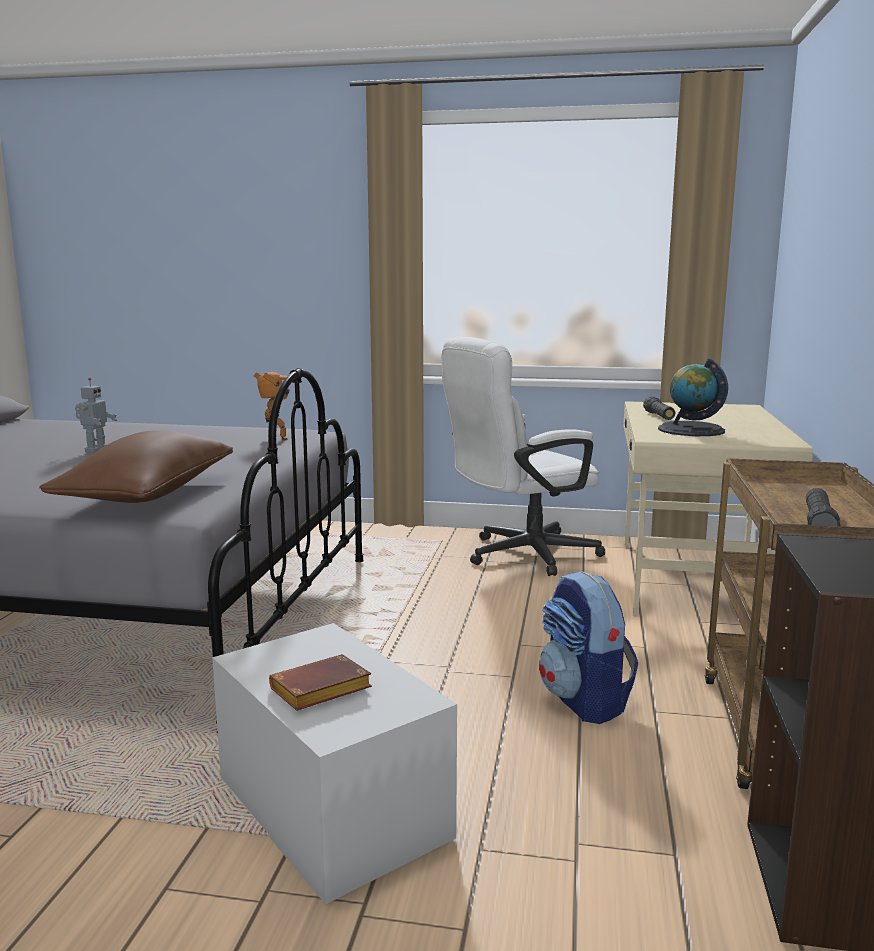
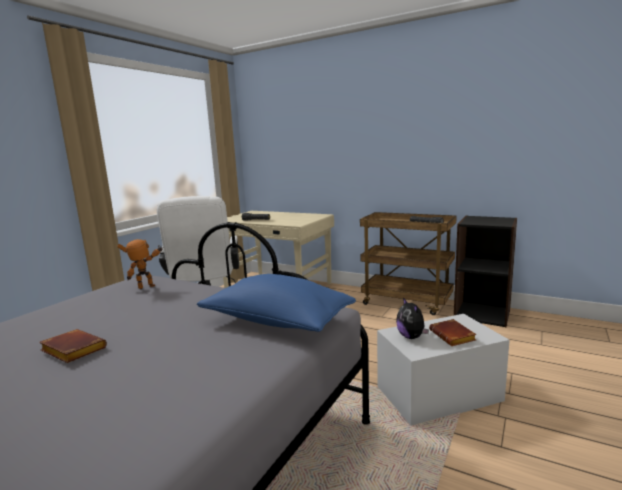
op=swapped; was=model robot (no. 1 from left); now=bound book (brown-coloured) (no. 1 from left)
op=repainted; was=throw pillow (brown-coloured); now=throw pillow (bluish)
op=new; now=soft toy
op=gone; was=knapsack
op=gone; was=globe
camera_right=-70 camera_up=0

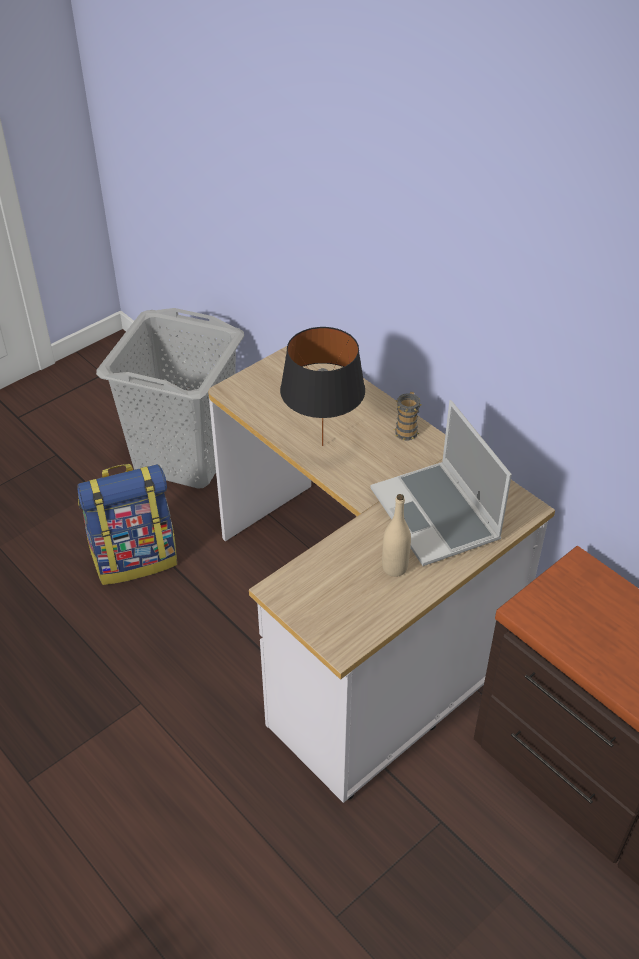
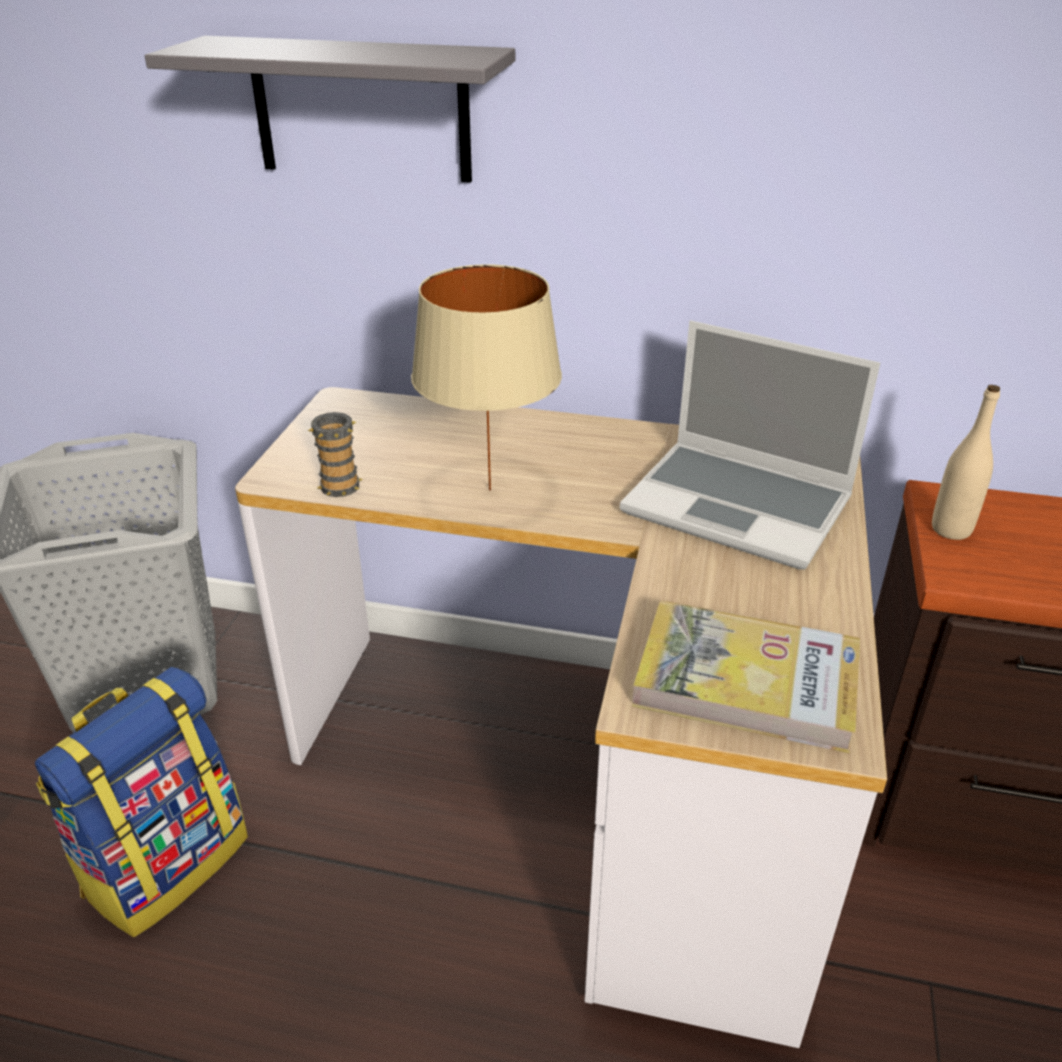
op=new; now=wall shelf (grey)
op=shifted; was=mug
op=repainted; was=lamp for a table (blackish); now=lamp for a table (sand-coloured)
op=new; now=bound book
op=shifted; was=beverage bottle (sand-coloured)
camera_right=-35 camera_up=-10

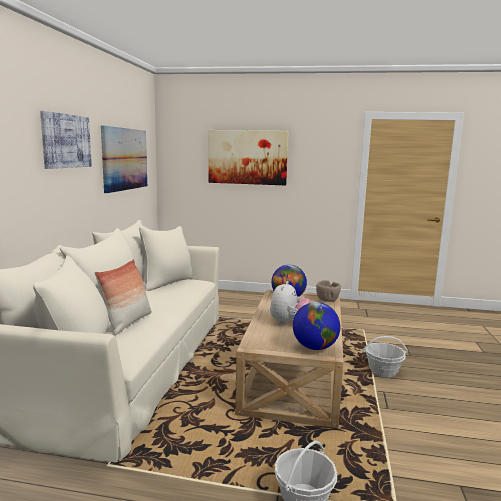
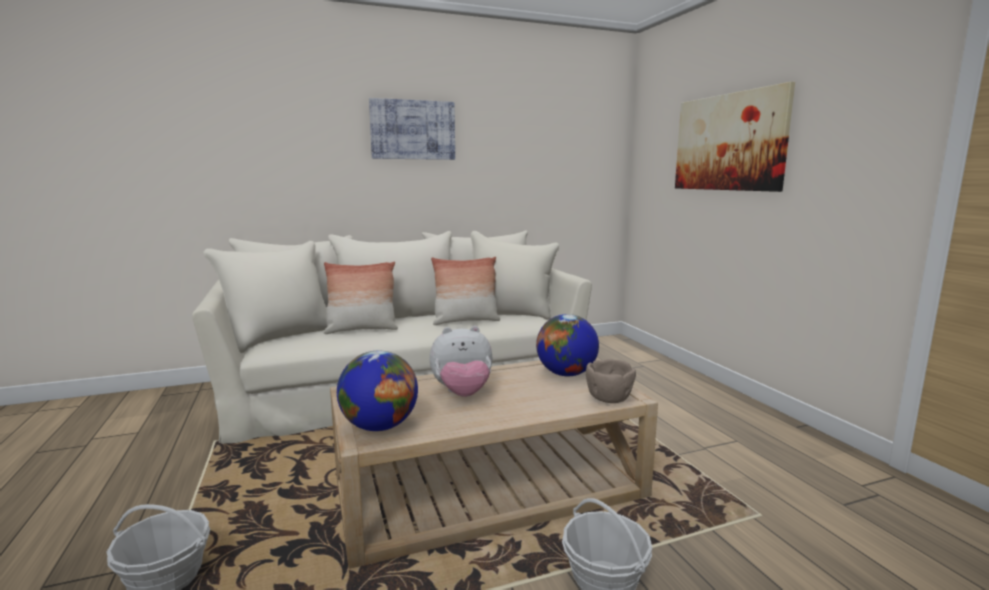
op=new; now=throw pillow (no. 2 from left)
op=gone; was=picture (no. 2 from left)
camera_right=60 camera_up=0

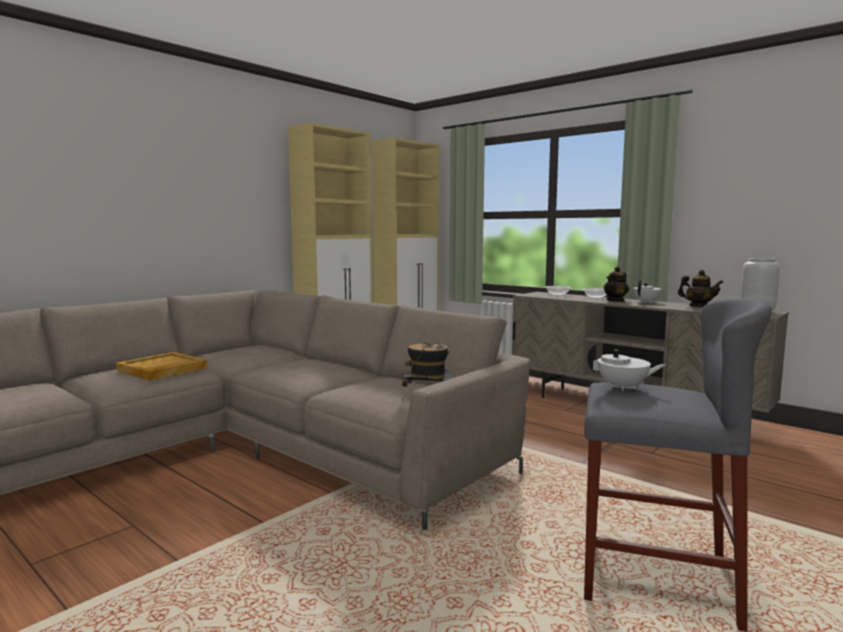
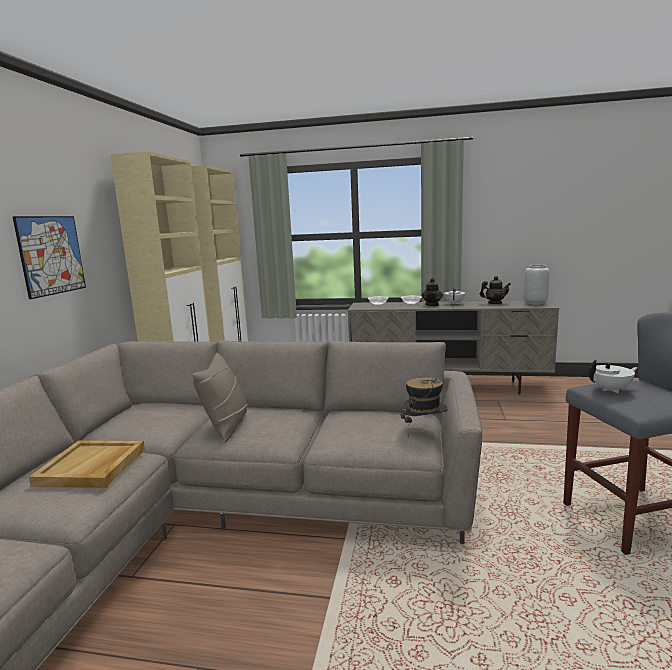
op=new; now=picture
op=new; now=throw pillow (sand-coloured)
camera_right=-30 camera_up=5

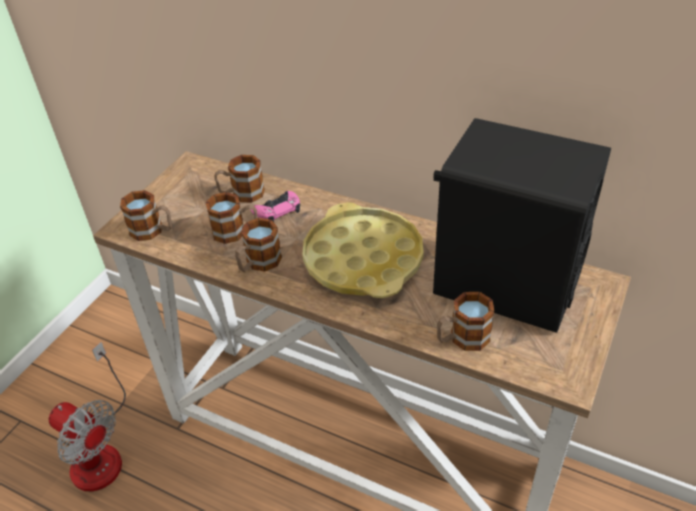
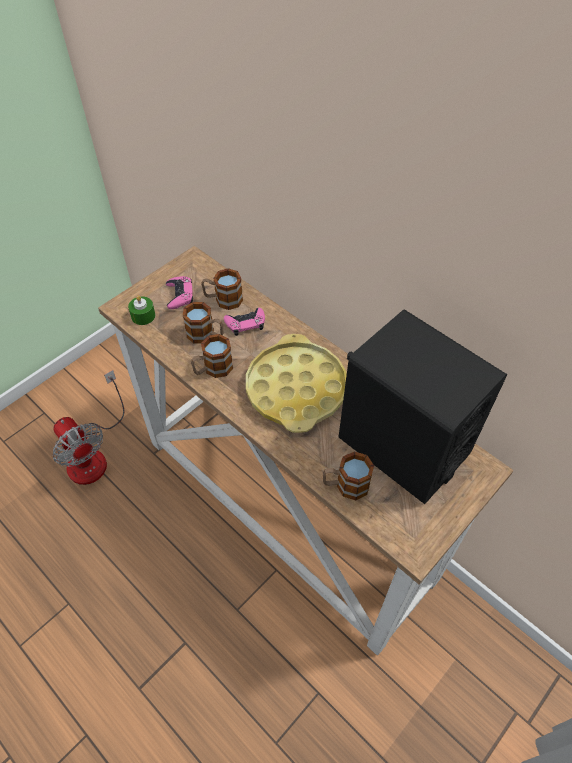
op=swapped; was=mug (no. 1 from left); now=wax light (greenish)
op=new; now=gamepad (pinkish) (no. 1 from left)
camera_right=15 camera_up=10

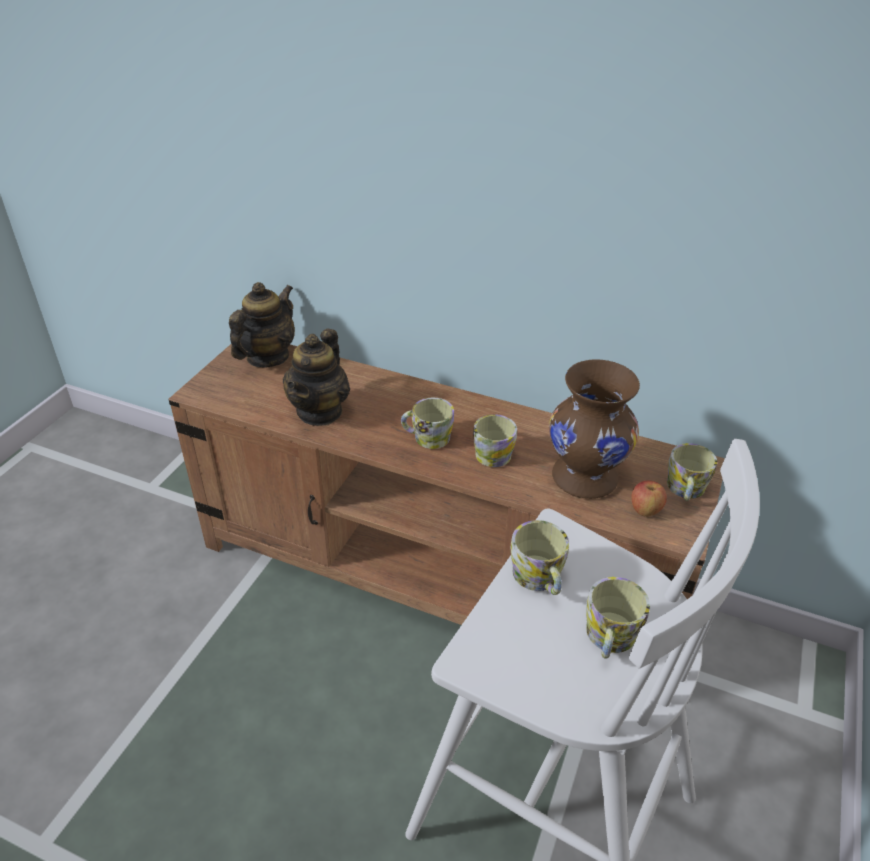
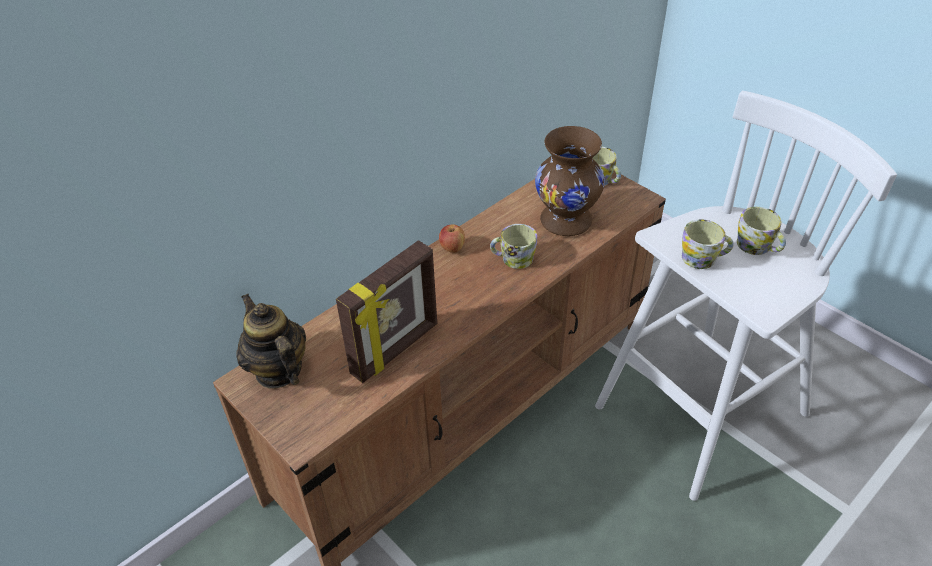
op=swapped; was=pot for tea (no. 2 from left); now=picture frame
op=shifted; was=apple fruit
op=gone; was=mug (no. 1 from left)
camera_right=-65 camera_up=5

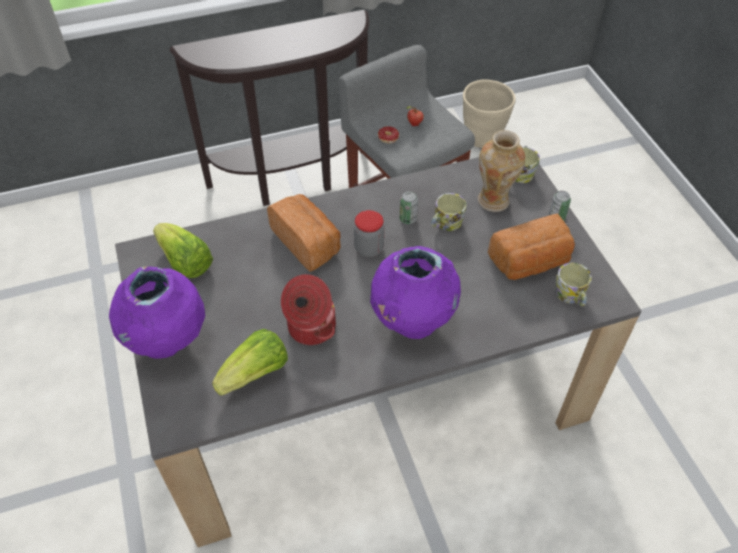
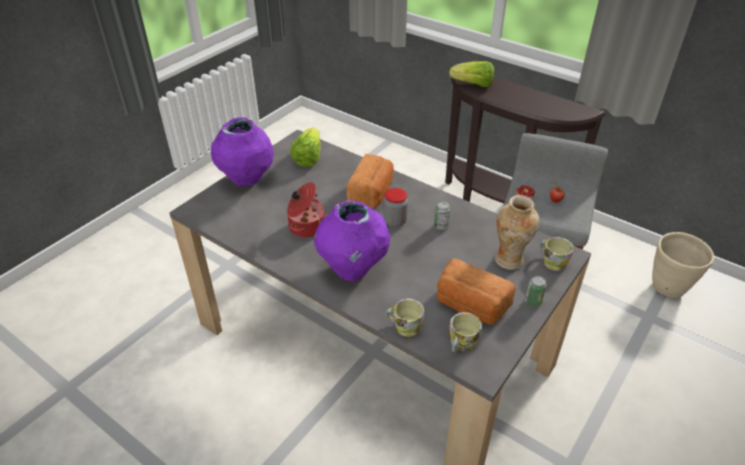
op=shifted; was=mug (no. 1 from left)
op=shifted; was=lettuce head (no. 2 from left)
camera_right=55 camera_up=-10

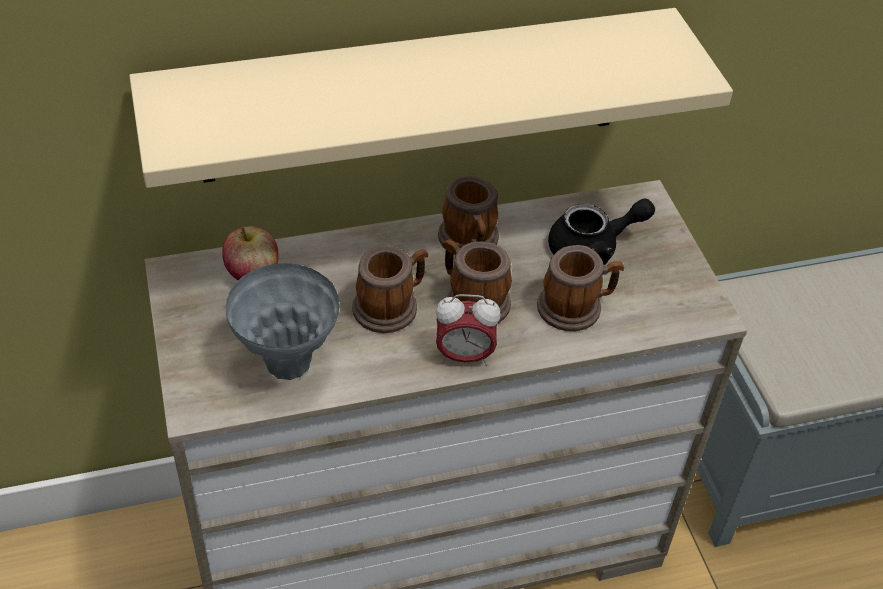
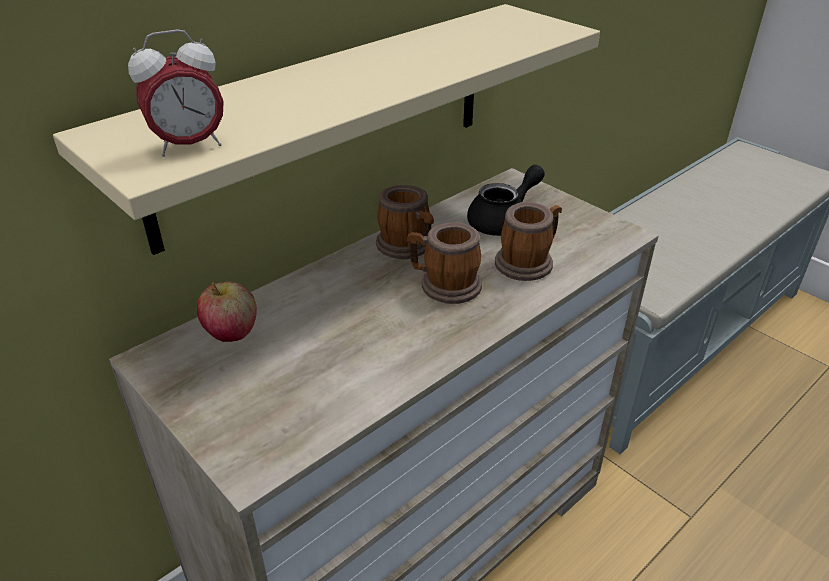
op=shifted; was=alarm clock
op=gone; was=decorative vase (grey)
op=gone; was=mug (no. 1 from left)
camera_right=-25 camera_up=-10

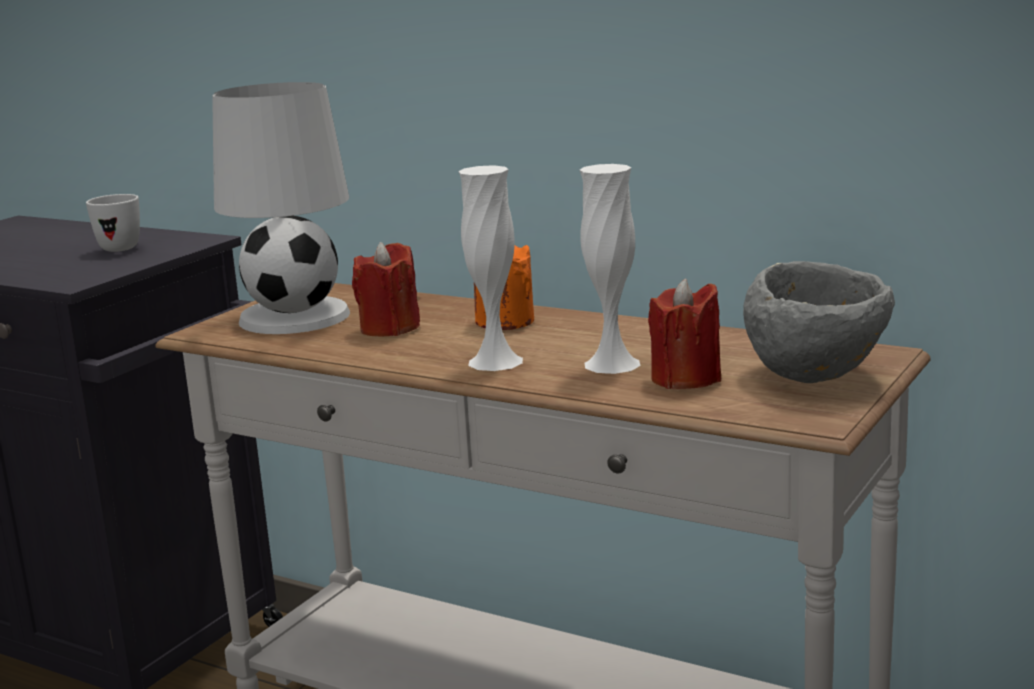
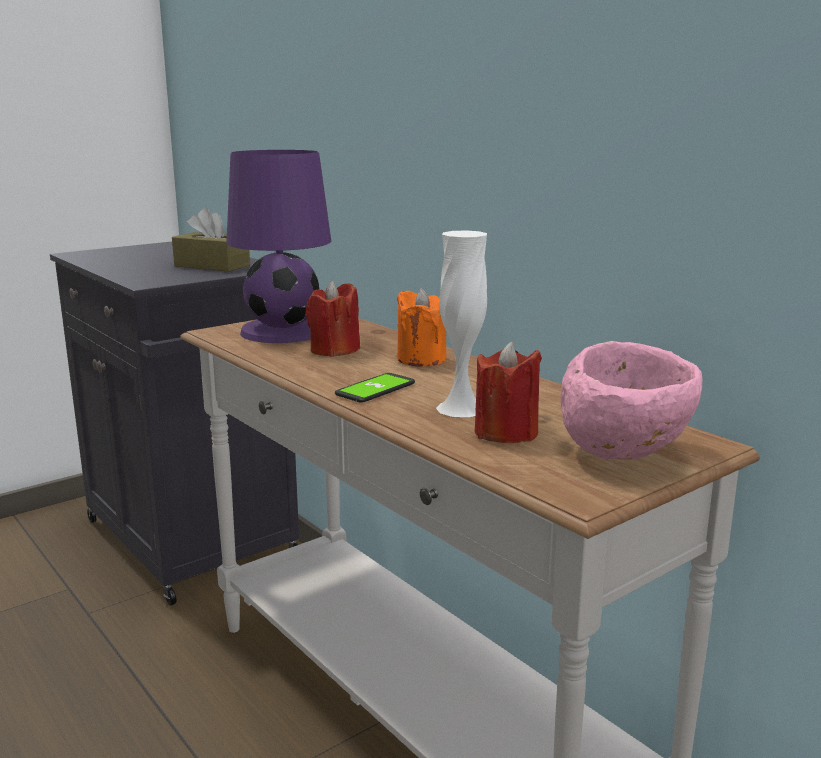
op=swapped; was=mug (white); now=tissue box (brown-coloured)
op=repainted; was=lamp for a table (white); now=lamp for a table (purple)
op=swapped; was=decorative vase (white) (no. 1 from left); now=telephone
op=repainted; was=deep dish (grey); now=deep dish (pinkish)
camera_right=20 camera_up=0

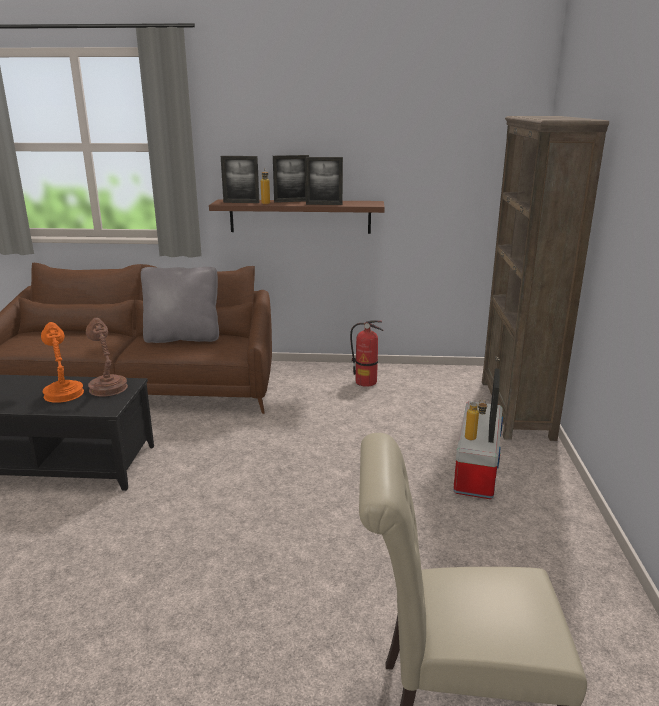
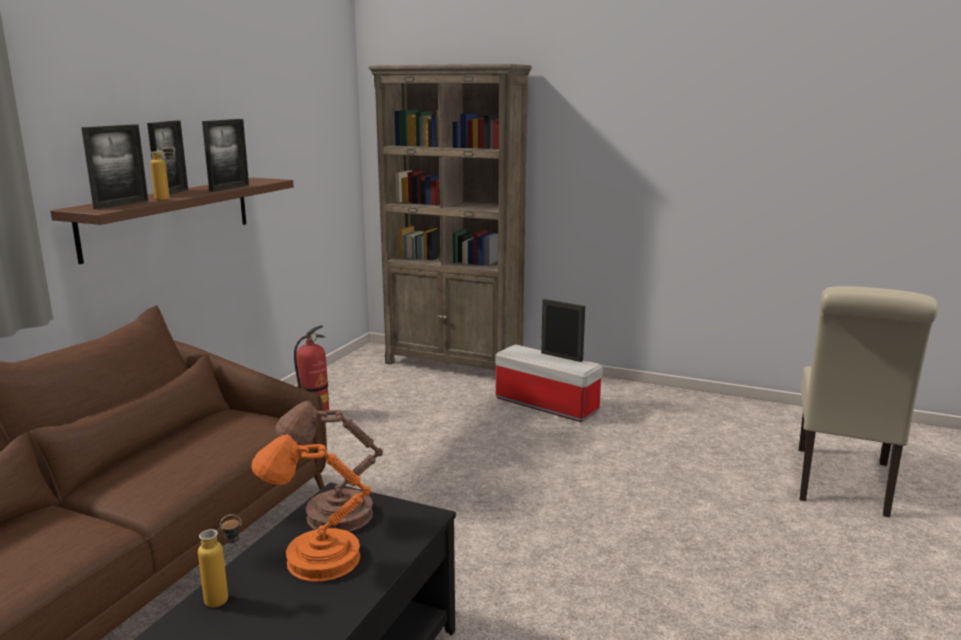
op=shifted; was=beverage bottle (no. 2 from left)
op=gone; was=throw pillow (grey)
camera_right=-70 camera_up=-5

